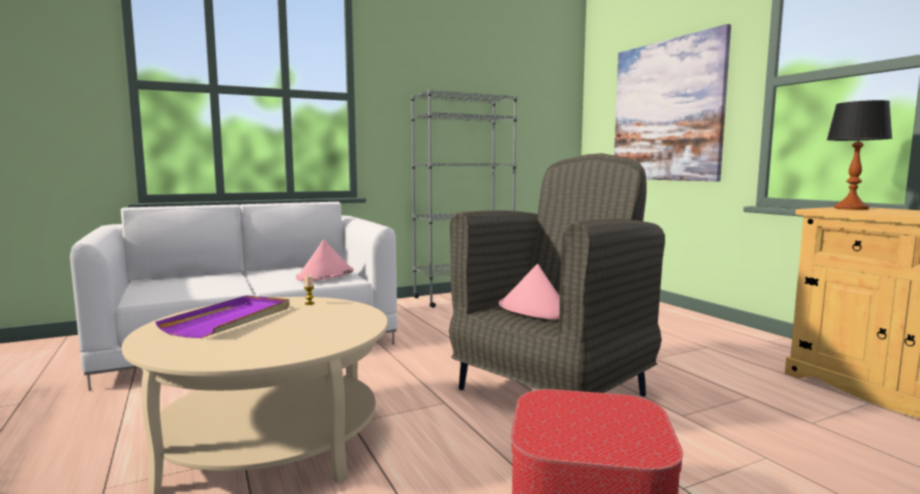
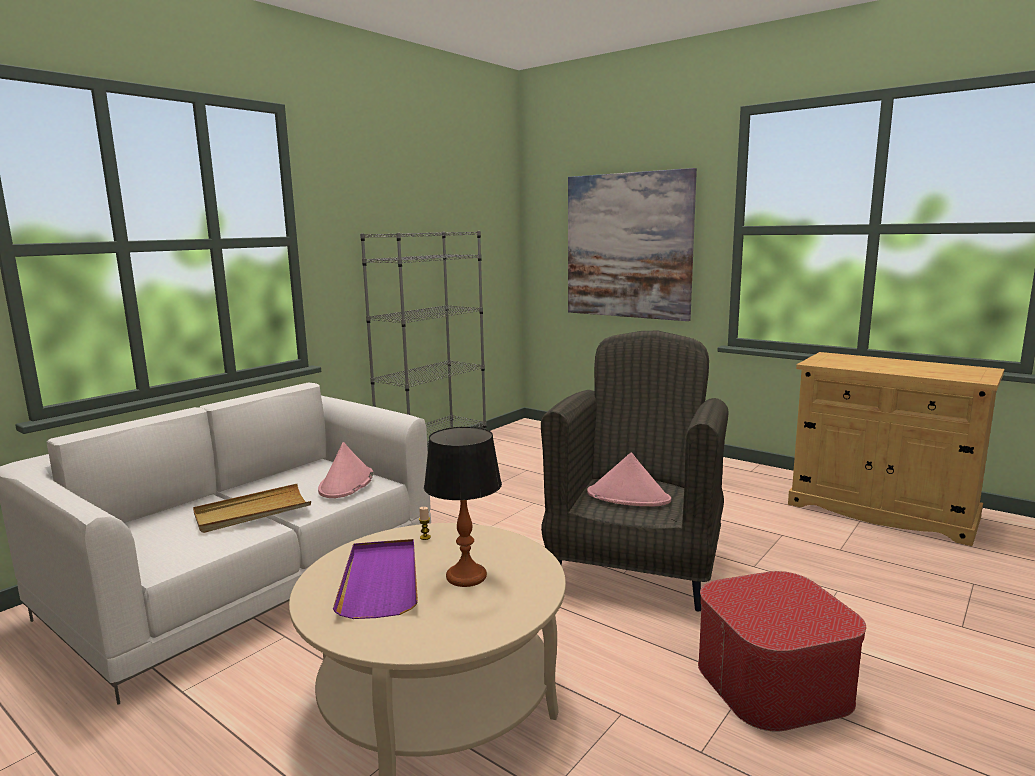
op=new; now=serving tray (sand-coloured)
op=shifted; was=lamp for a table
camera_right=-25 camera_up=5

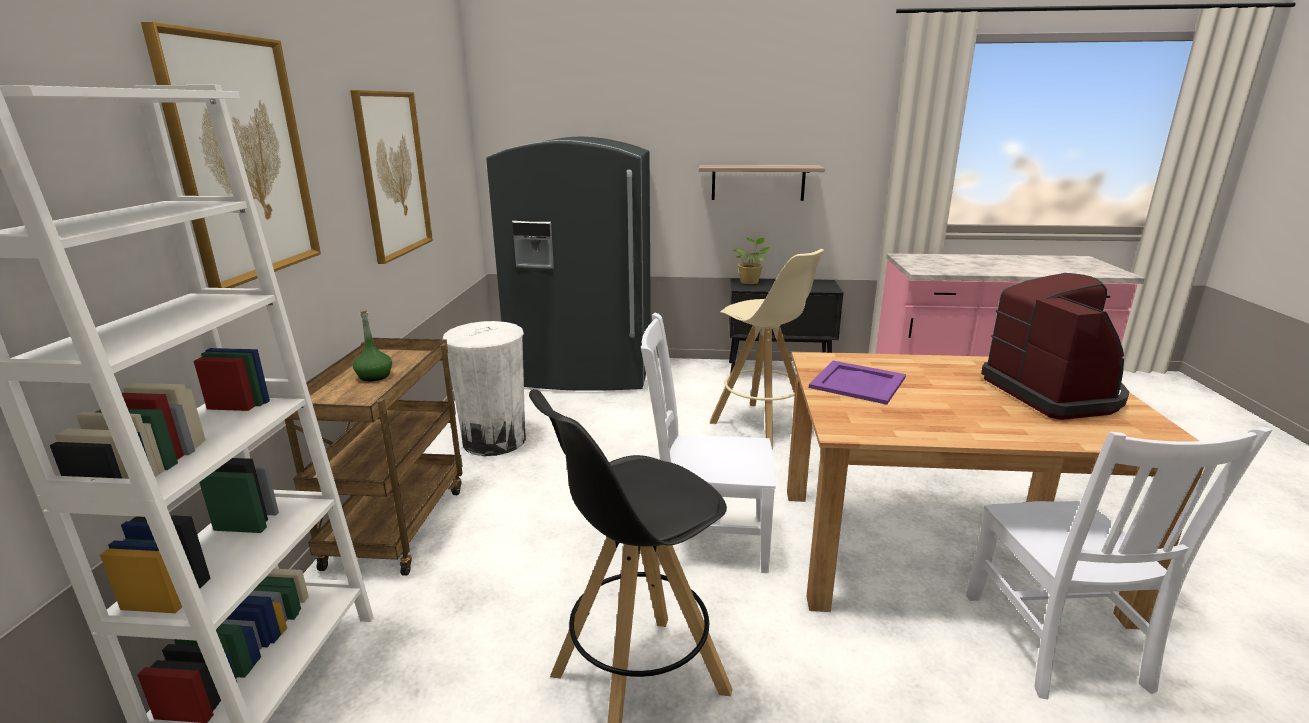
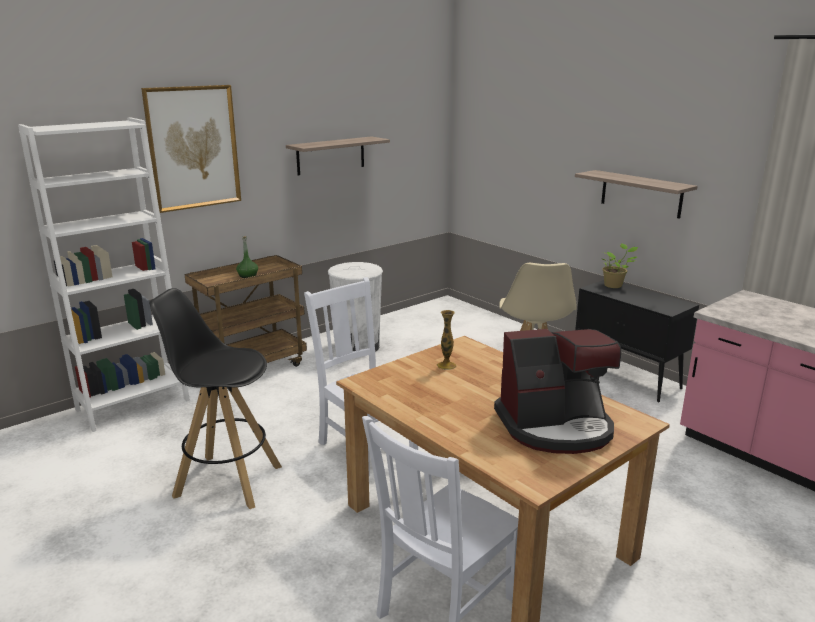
op=swapped; was=picture (no. 2 from left); now=wall shelf (no. 1 from left)
op=swapped; was=serving tray (purple); now=decorative vase
op=rotated; was=coffee machine; clockwise=45
op=gone; was=refrigerator (grey)
camera_right=45 camera_up=0

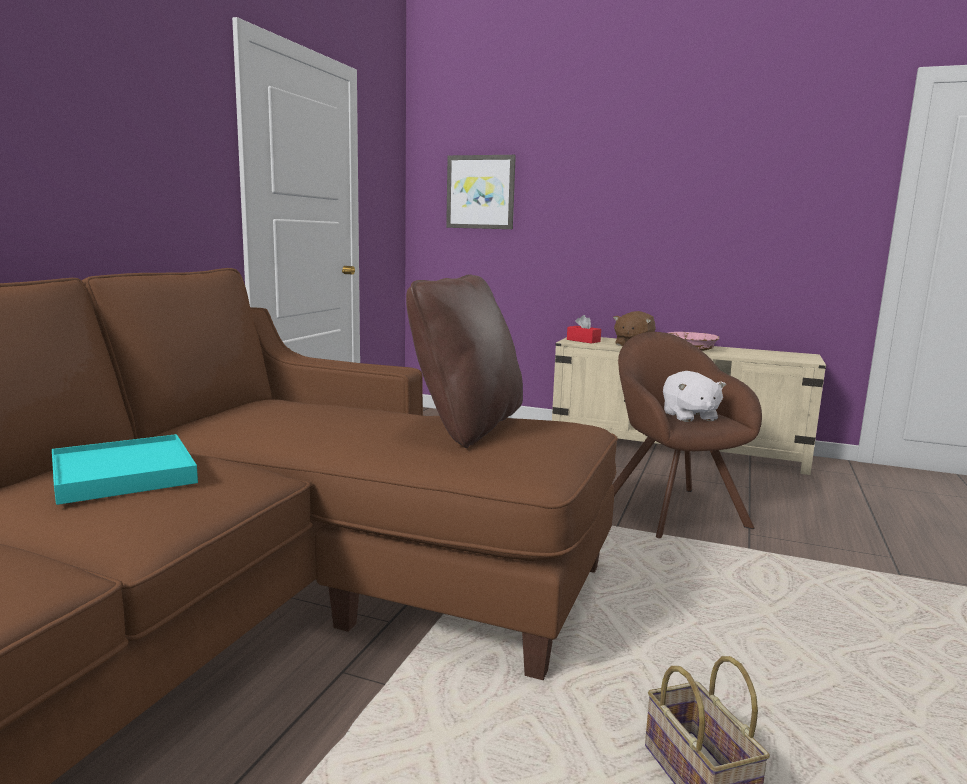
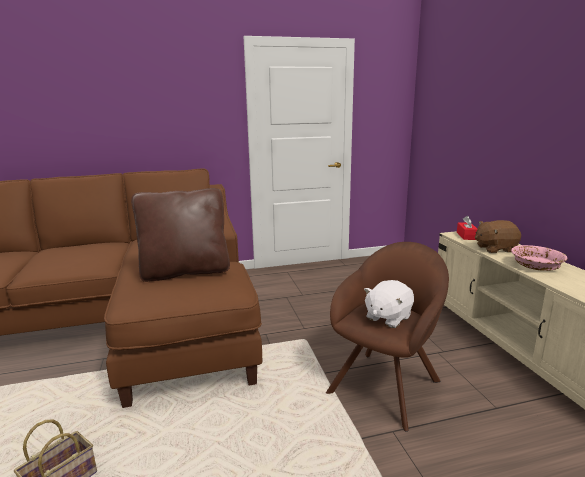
op=gone; was=serving tray (turquoise-coloured)
op=gone; was=picture
camera_right=55 camera_up=5

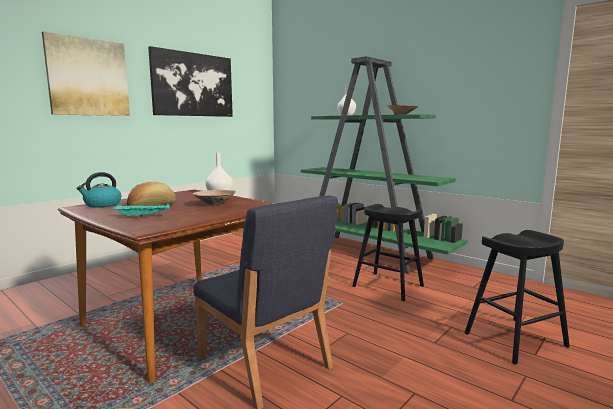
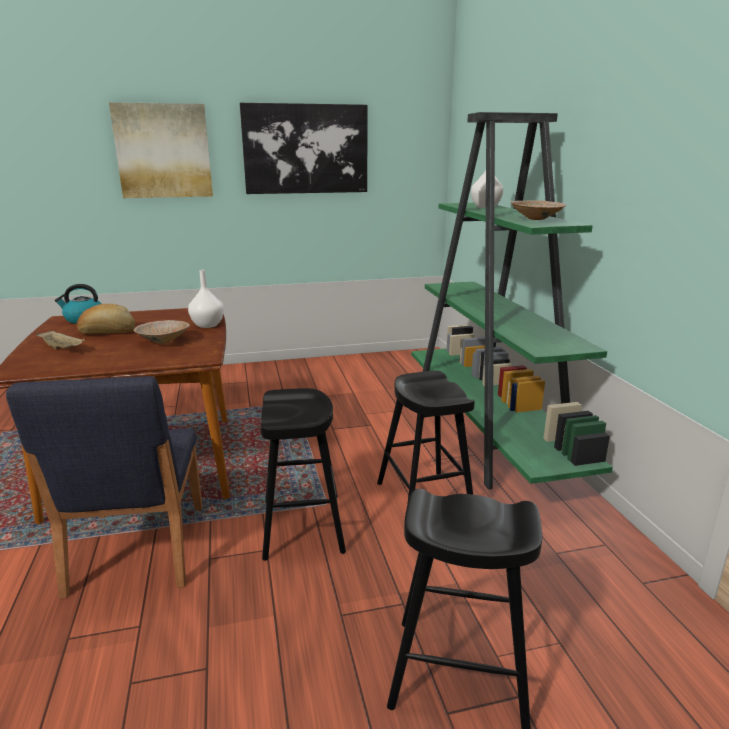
op=repainted; was=serving tray (turquoise-coloured); now=serving tray (sand-coloured)
op=new; now=stool (blackish) (no. 1 from left)
camera_right=35 camera_up=10

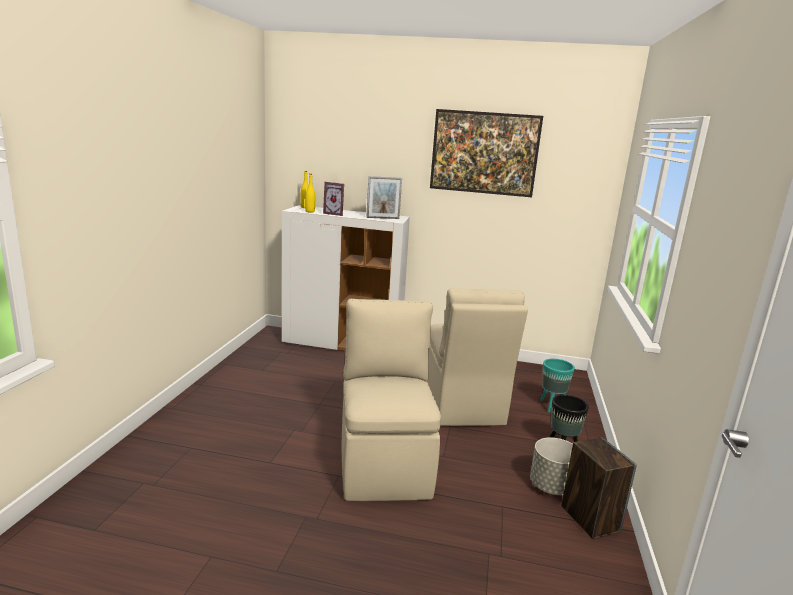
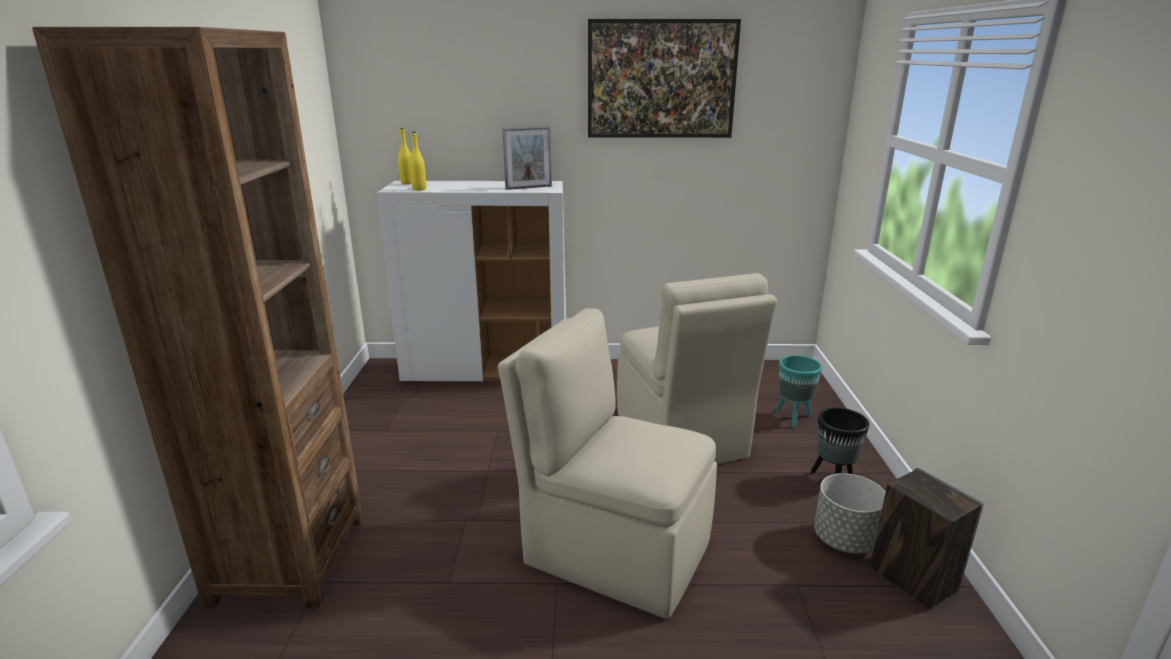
op=new; now=shelving unit (brown-coloured)
op=rotated; was=upright chair (sand-coloured) (no. 1 from left); clockwise=-45
op=gone; was=picture frame (no. 1 from left)
camera_right=-10 camera_up=5

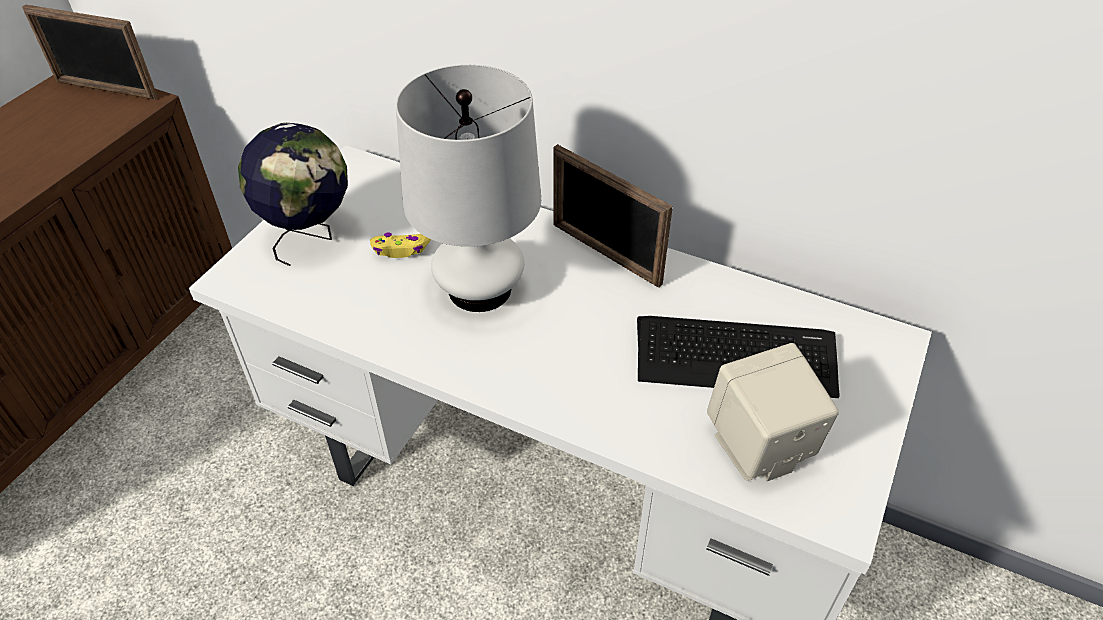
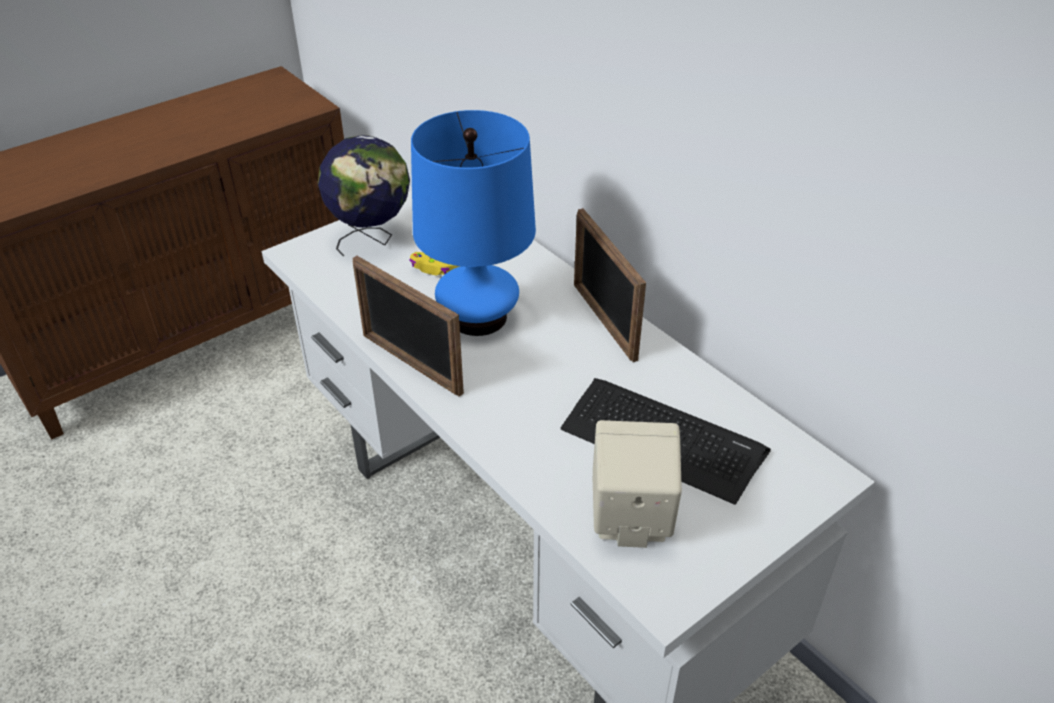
op=shifted; was=picture frame (no. 1 from left)
op=repainted; was=lamp for a table (white); now=lamp for a table (bluish)
camera_right=25 camera_up=-5

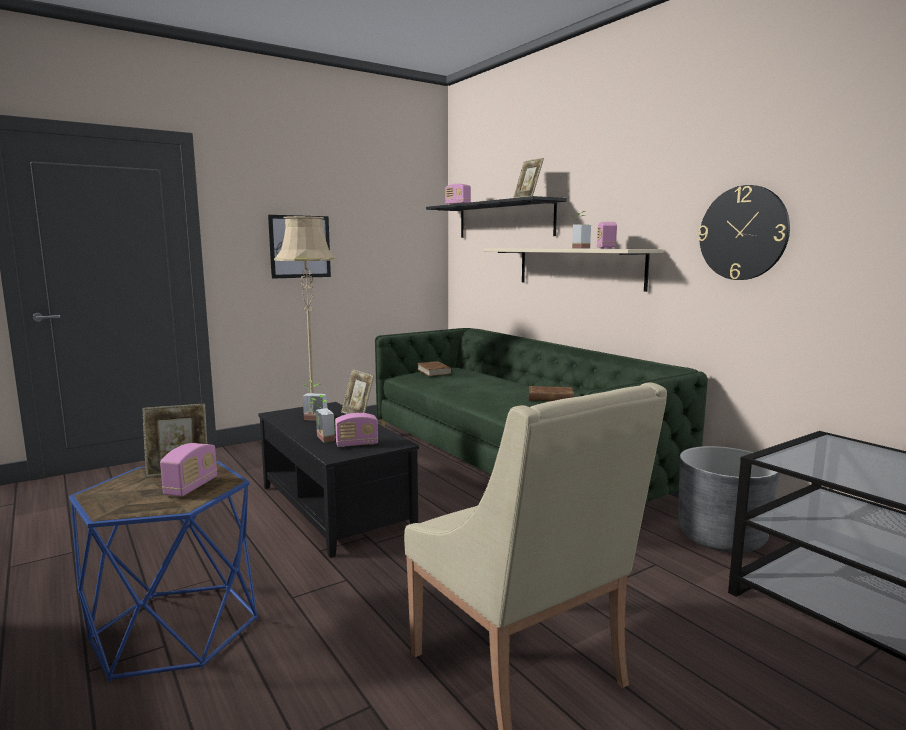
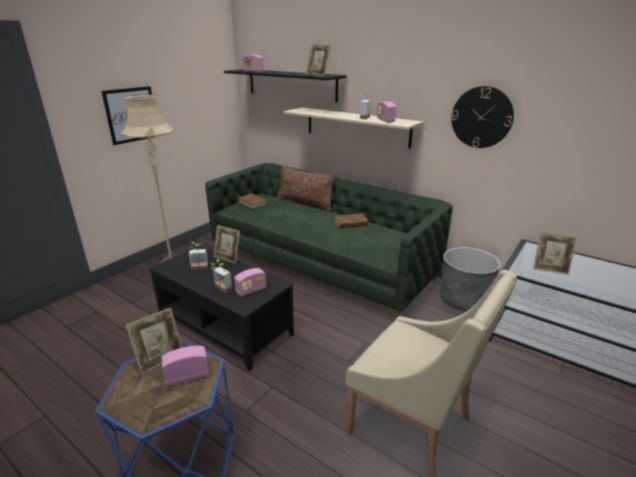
op=rotated; was=radio receiver (no. 1 from left); clockwise=-105
op=new; now=throw pillow (brown-coloured)
op=new; now=picture frame (no. 4 from left)
camera_right=-20 camera_up=15

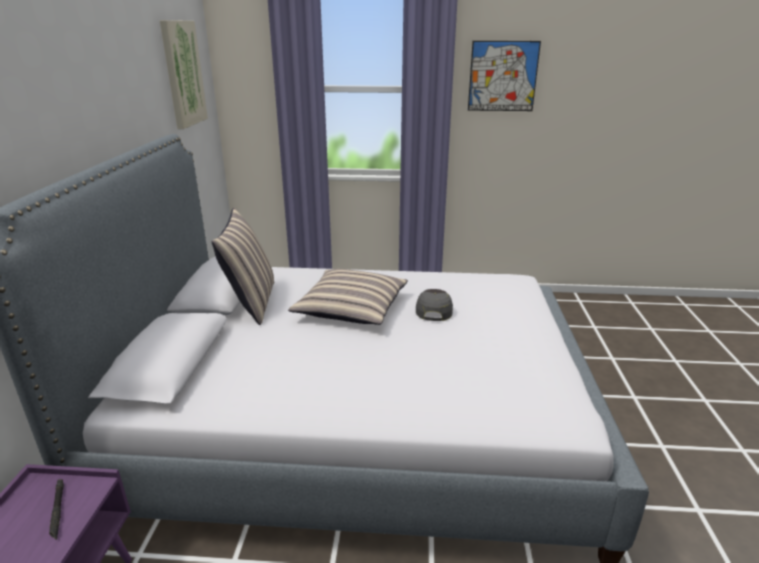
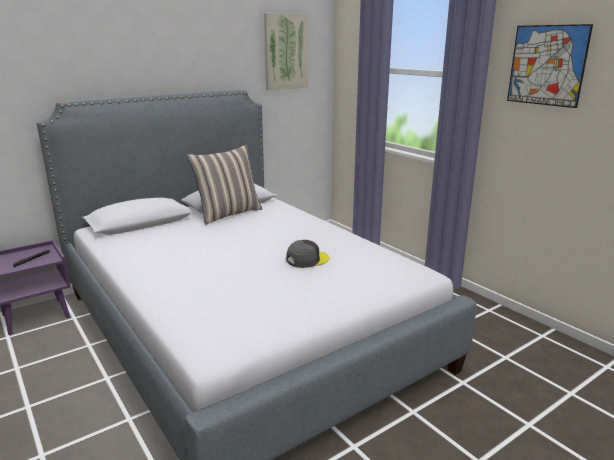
op=gone; was=throw pillow (no. 2 from left)
camera_right=50 camera_up=-5

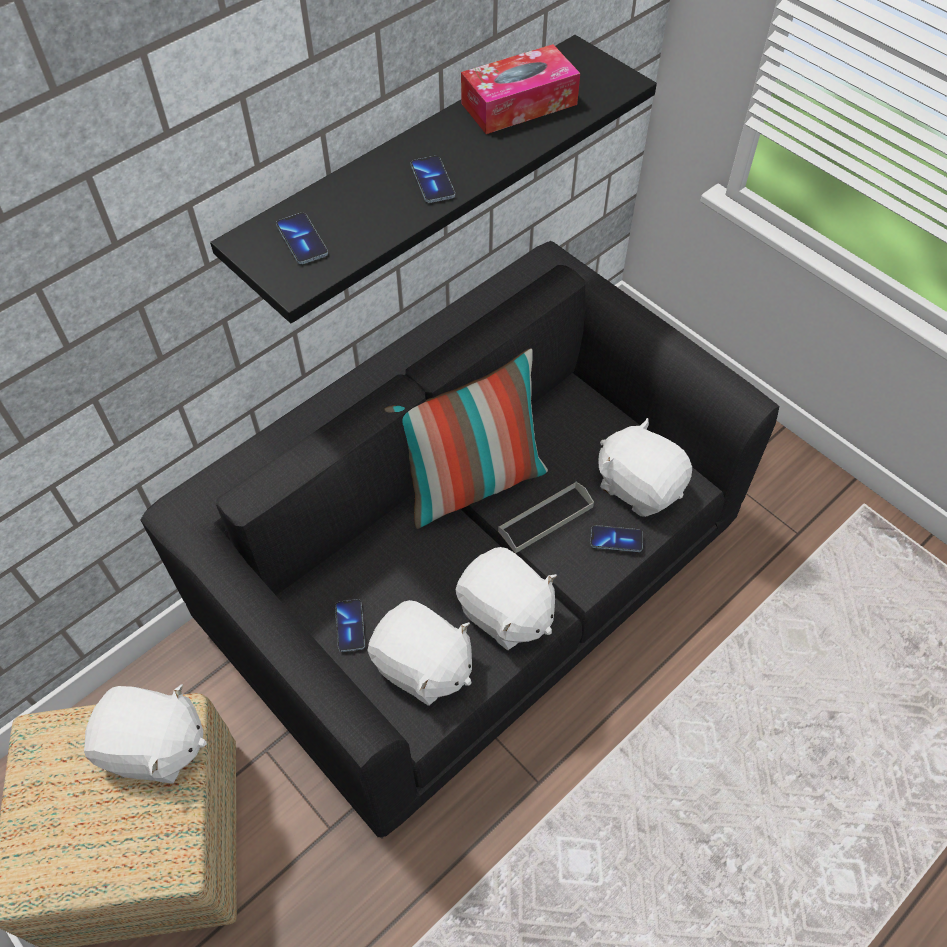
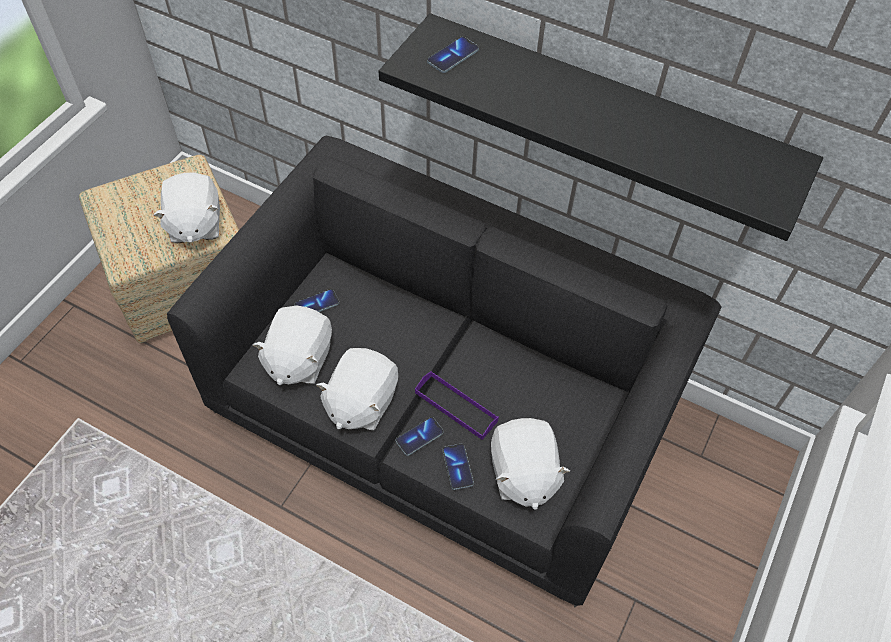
op=shifted; was=telephone (no. 3 from left in the first image); now=telephone (no. 2 from left)
op=repainted; was=serving tray (grey); now=serving tray (purple)
op=rotated; was=soft toy (white) (no. 4 from left); clockwise=150
op=gone; was=throw pillow
op=gone; was=tissue box
camera_right=70 camera_up=0

